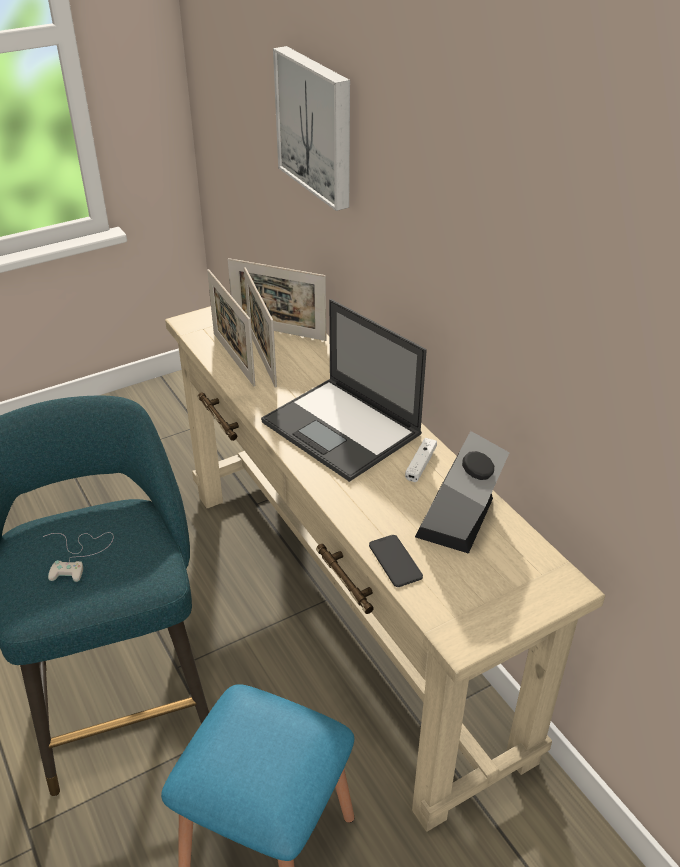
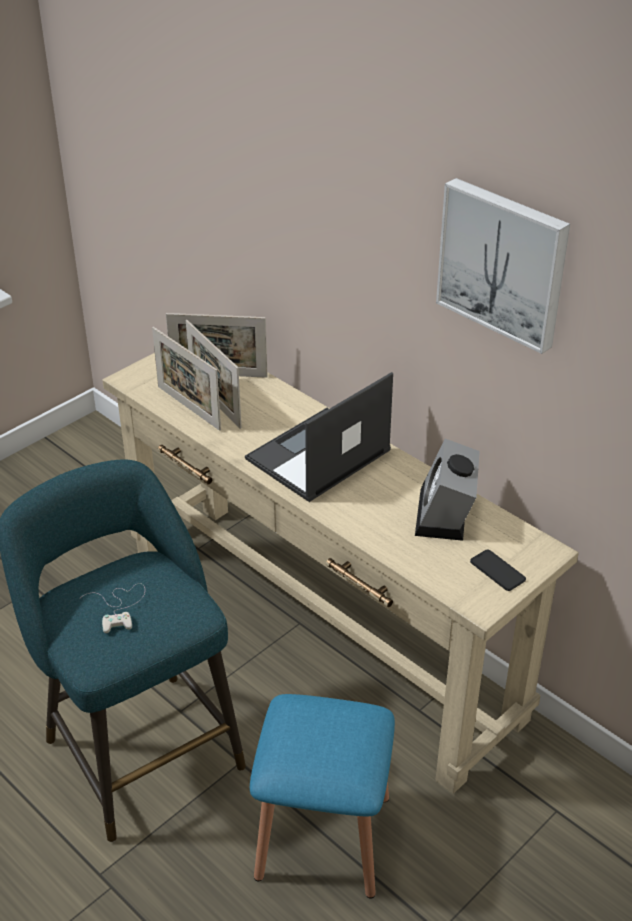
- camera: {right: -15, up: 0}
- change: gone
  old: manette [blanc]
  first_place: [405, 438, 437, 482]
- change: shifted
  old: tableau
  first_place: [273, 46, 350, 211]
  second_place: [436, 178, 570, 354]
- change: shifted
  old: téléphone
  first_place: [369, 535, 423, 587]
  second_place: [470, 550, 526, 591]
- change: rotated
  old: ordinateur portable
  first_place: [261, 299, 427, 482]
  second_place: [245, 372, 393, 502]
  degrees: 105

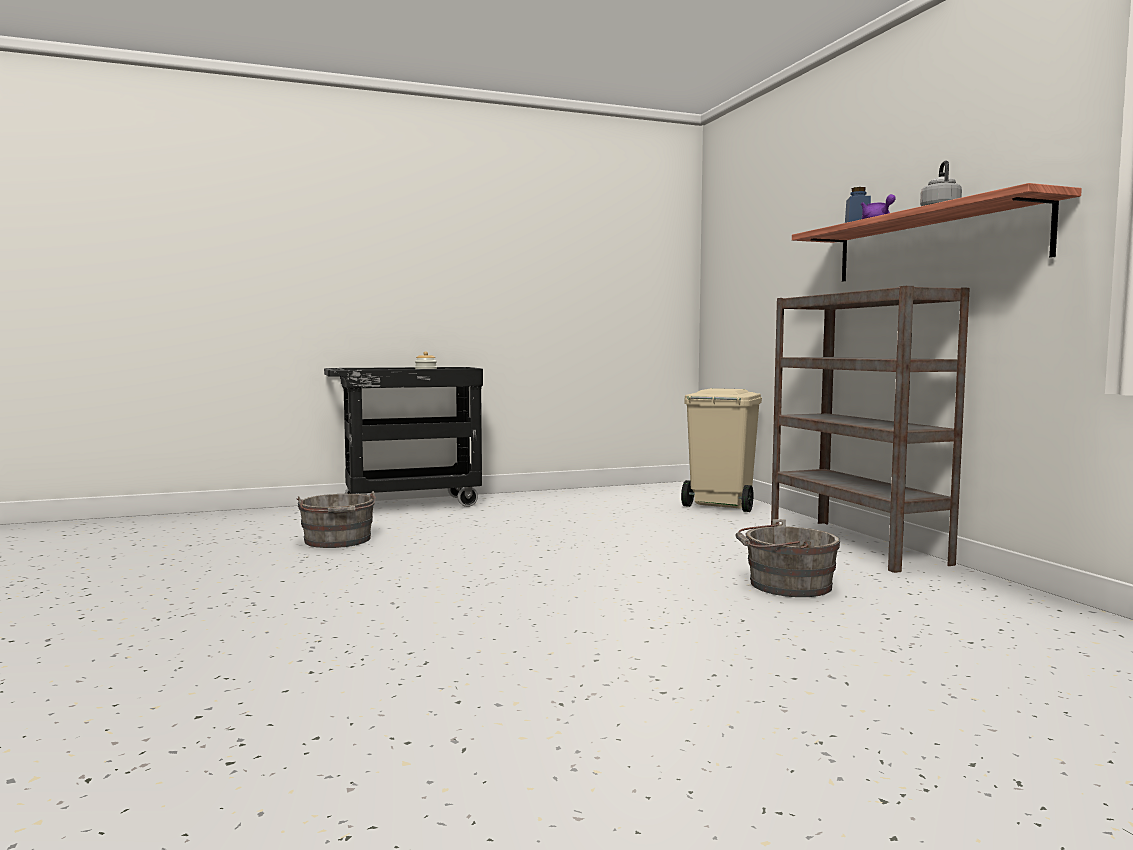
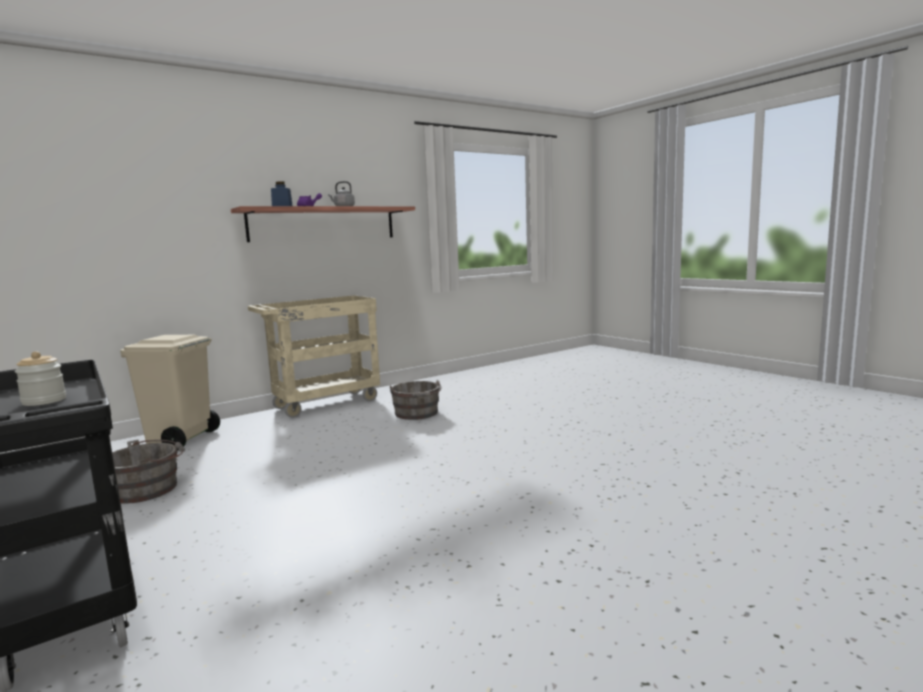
- camera: {right: -105, up: 5}
- change: shifted
  old: seau [gris]
  first_place: [297, 491, 376, 548]
  second_place: [112, 440, 185, 504]
- change: swapped
  old: bibliothèque [gris]
  new: chariot [beige]
  first_place: [771, 286, 970, 573]
  second_place: [248, 296, 380, 418]

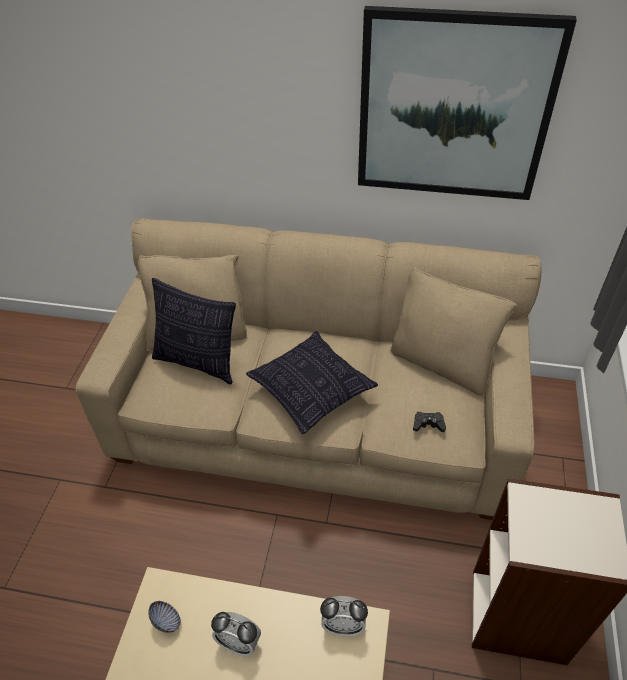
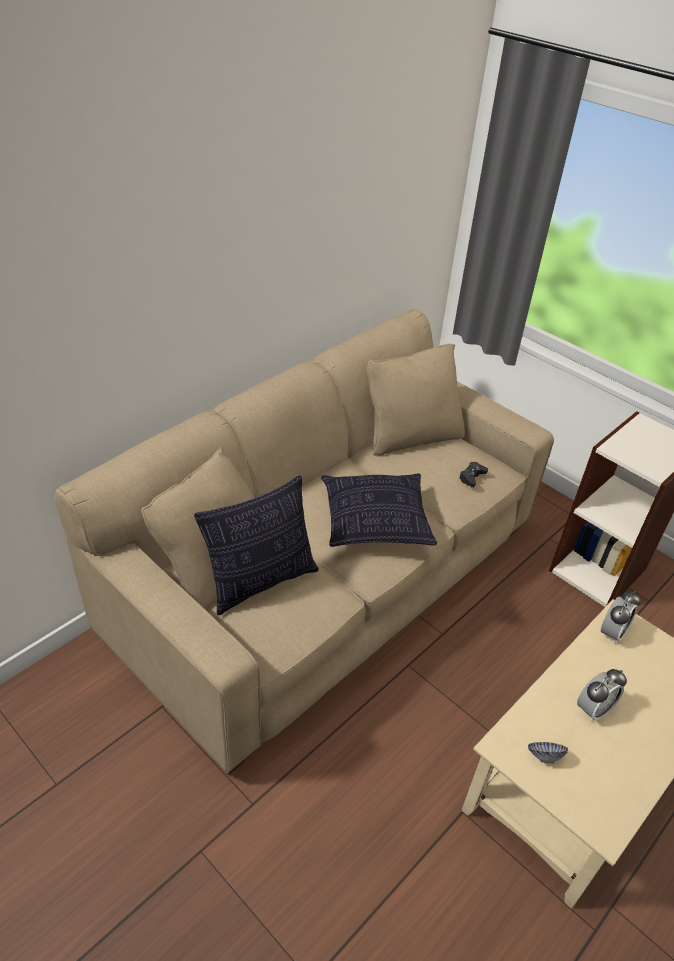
- camera: {right: -60, up: -5}
- change: gone
  old: tableau
  first_place: [358, 6, 577, 200]

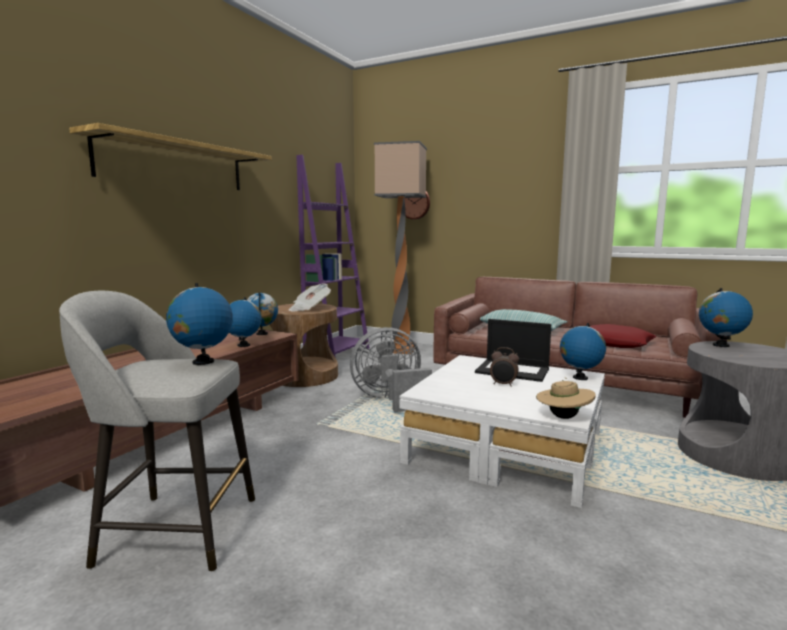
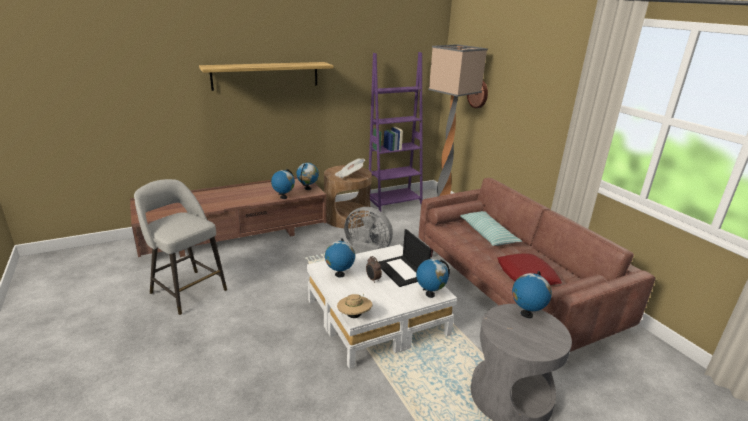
- camera: {right: 35, up: 15}
- change: shifted
  old: globe
  first_place: [166, 283, 233, 365]
  second_place: [325, 238, 355, 277]

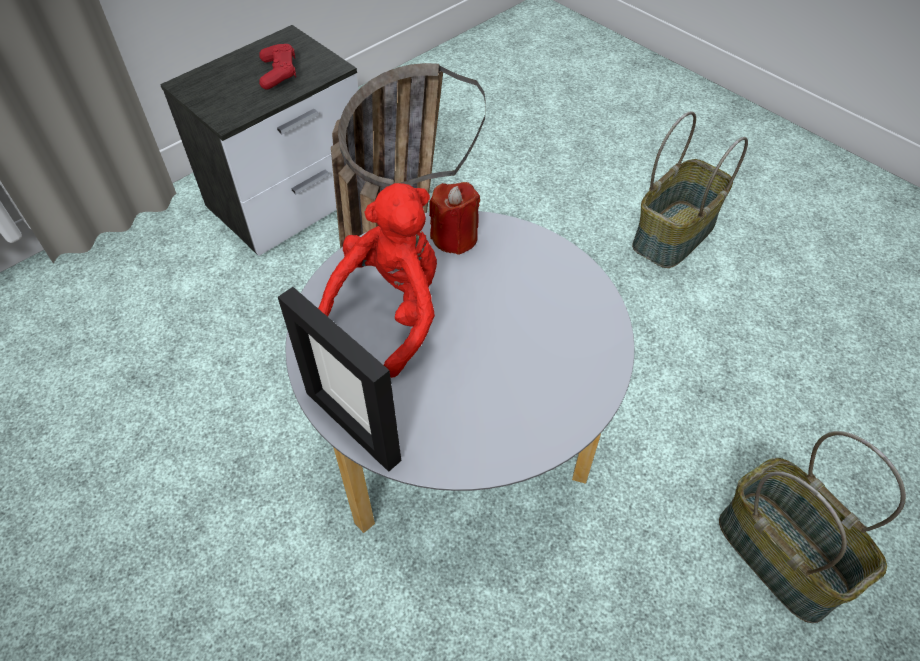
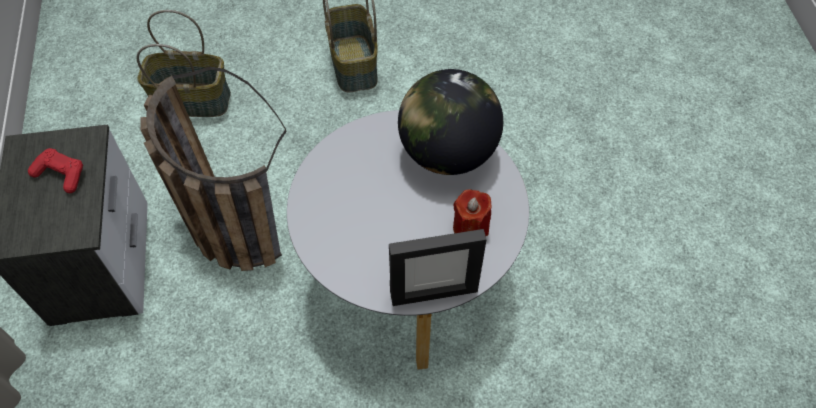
- camera: {right: -55, up: 5}
- change: gone
  old: peluche [rouge]
  first_place: [318, 183, 437, 378]
- change: new
  new: globe
  second_place: [398, 69, 503, 175]
- change: shifted
  old: bougie [rouge]
  first_place: [429, 182, 480, 255]
  second_place: [453, 189, 492, 236]
- change: shifted
  old: panier
  first_place: [719, 431, 906, 623]
  second_place: [137, 10, 231, 117]

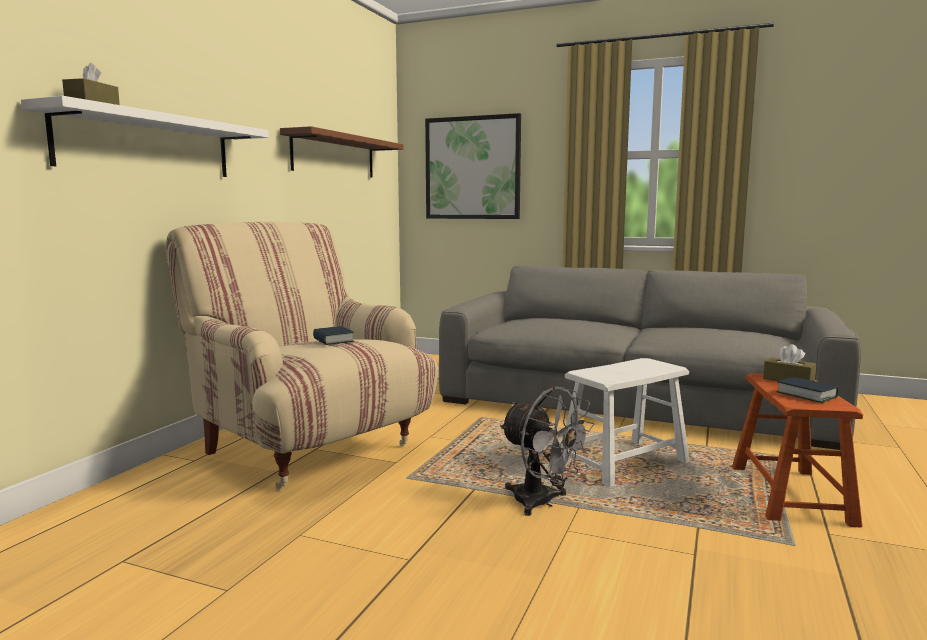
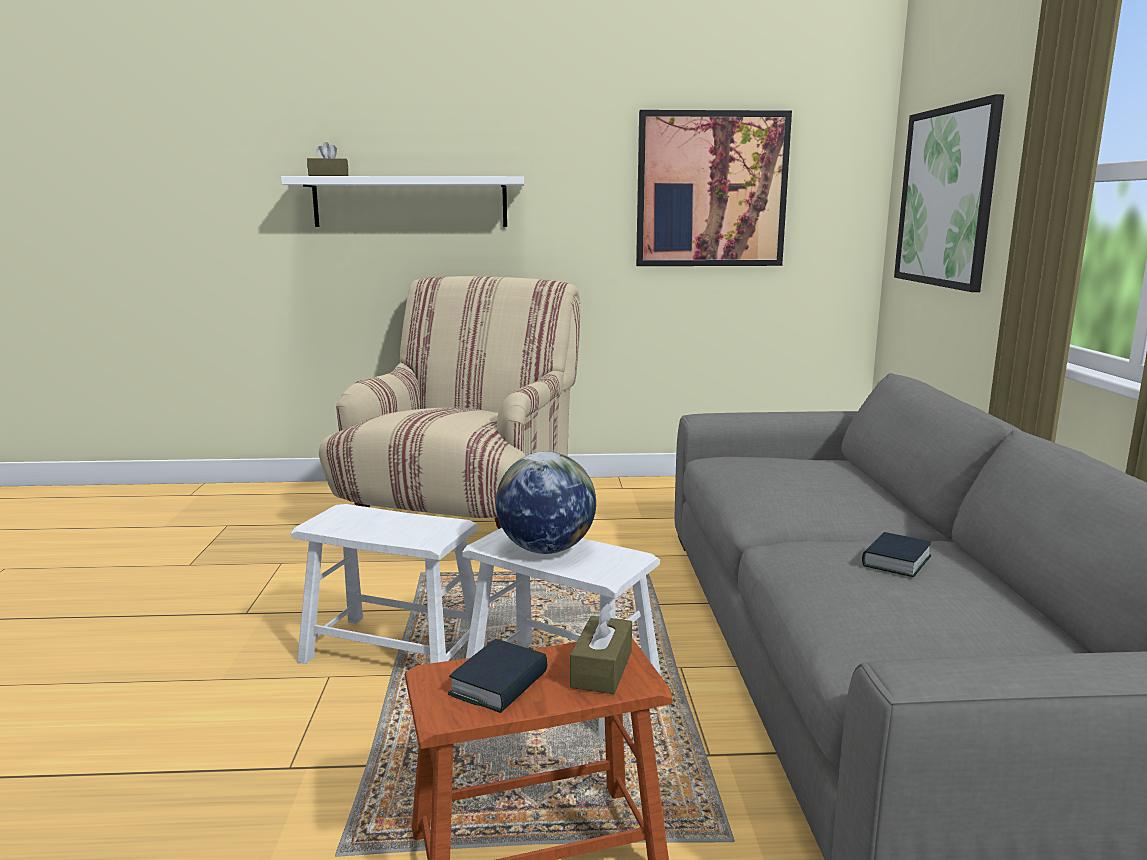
- camera: {right: 65, up: 5}
- change: new
  new: globe
  second_place: [496, 452, 596, 554]
- change: shifted
  old: livre
  first_place: [313, 326, 354, 345]
  second_place: [862, 532, 931, 577]
- change: swapped
  old: étagère [marron]
  new: tableau
  first_place: [280, 126, 403, 177]
  second_place: [636, 110, 792, 266]
- change: swapped
  old: ventilateur [gris]
  new: tabouret [blanc]
  first_place: [500, 386, 595, 516]
  second_place: [291, 504, 487, 664]

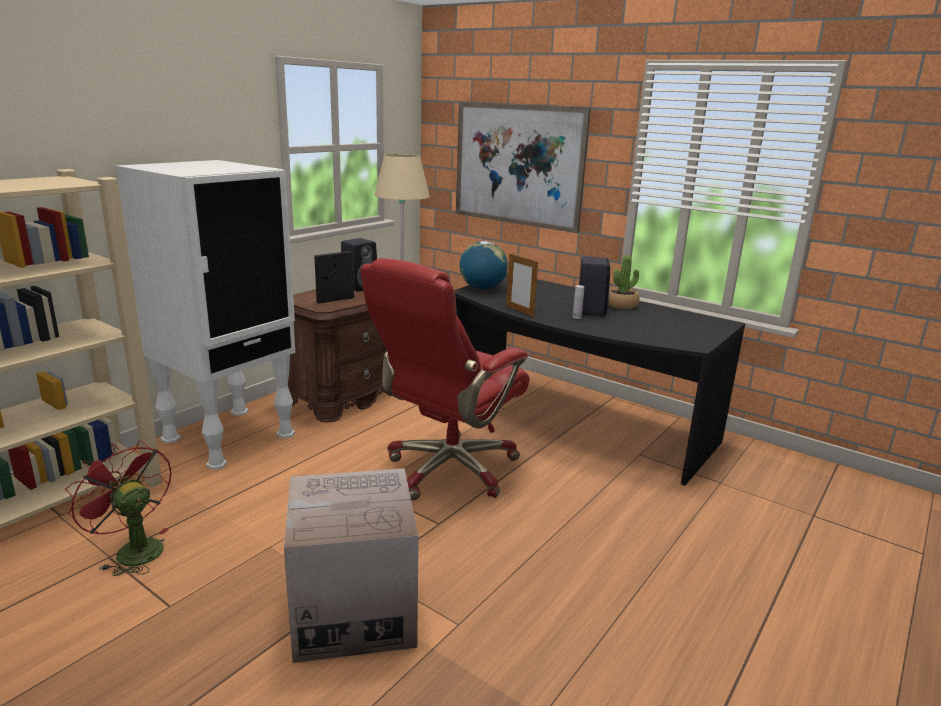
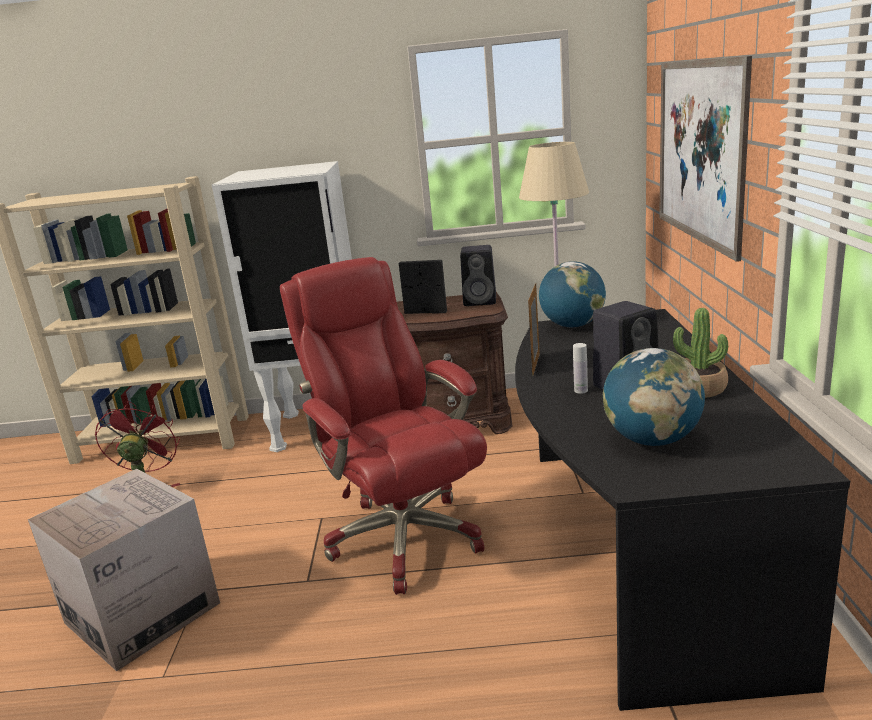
- camera: {right: 55, up: 0}
- change: new
  new: globe
  second_place: [603, 348, 705, 446]
- change: rotated
  old: chaise de bureau [rouge]
  first_place: [361, 258, 529, 500]
  second_place: [280, 257, 487, 595]
  degrees: 60

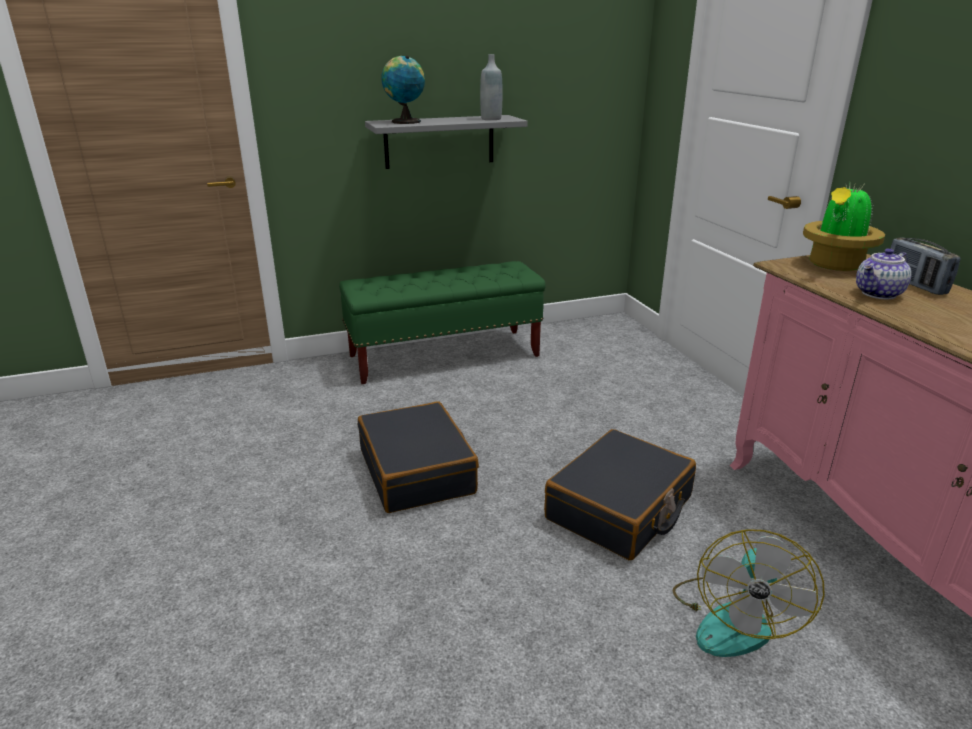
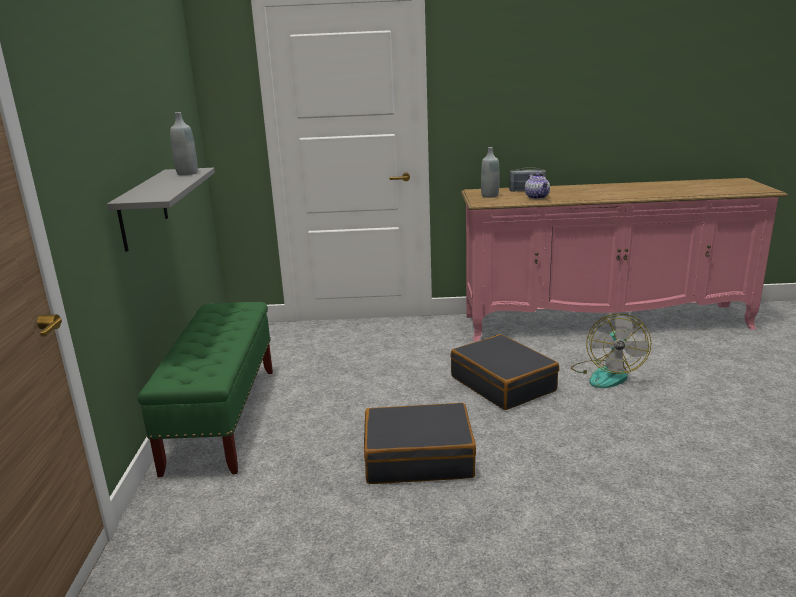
- camera: {right: -70, up: -5}
- change: gone
  old: globe
  first_place: [381, 56, 425, 124]
- change: swapped
  old: plante en pot
  new: bouteille [gris]
  first_place: [803, 182, 885, 271]
  second_place: [481, 147, 500, 198]
- change: rotated
  old: ventilateur
  first_place: [673, 529, 825, 657]
  second_place: [571, 313, 651, 388]
  degrees: 60

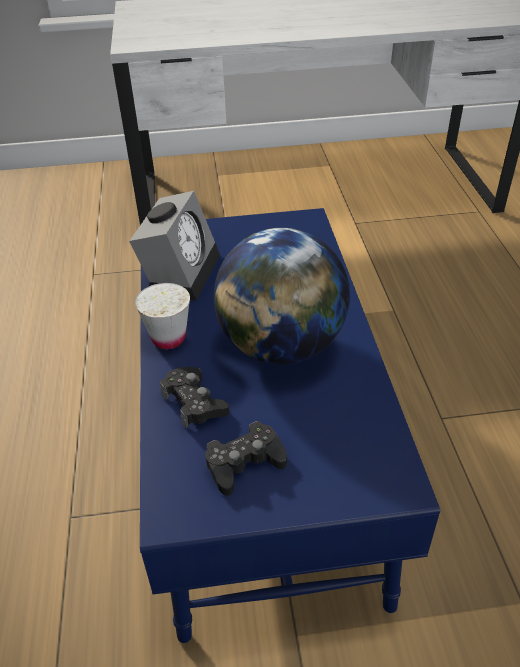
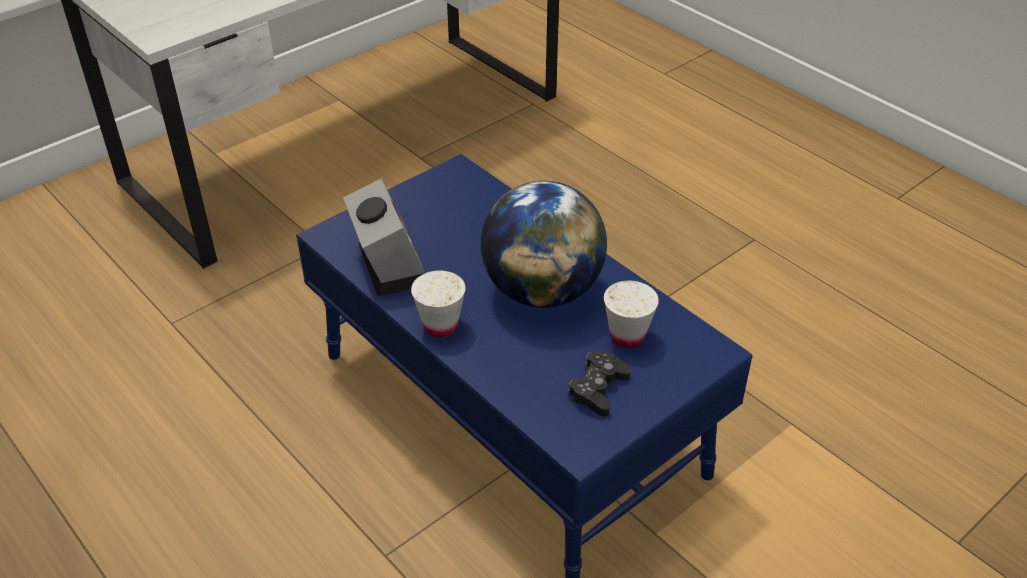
- camera: {right: -35, up: 0}
- change: gone
  old: manette [noir]
  first_place: [160, 367, 229, 428]
- change: new
  new: tasse [blanc]
  second_place: [604, 281, 659, 348]

